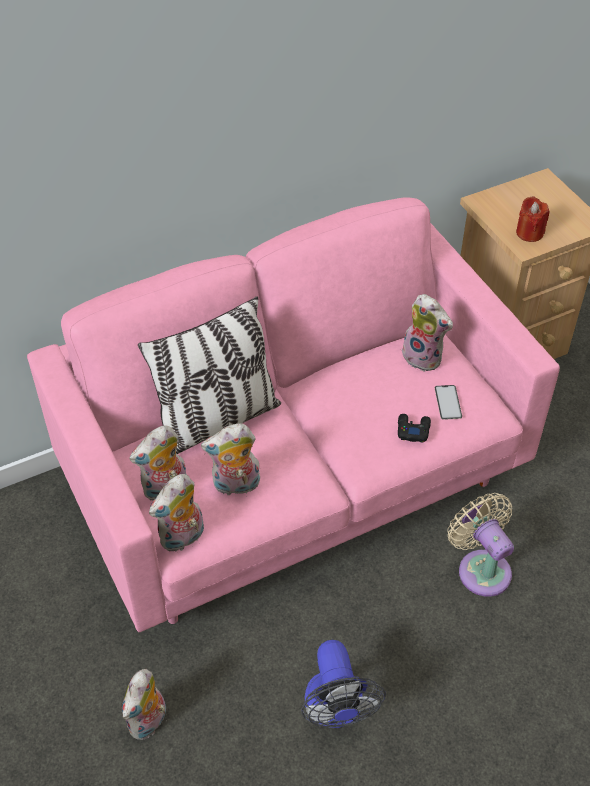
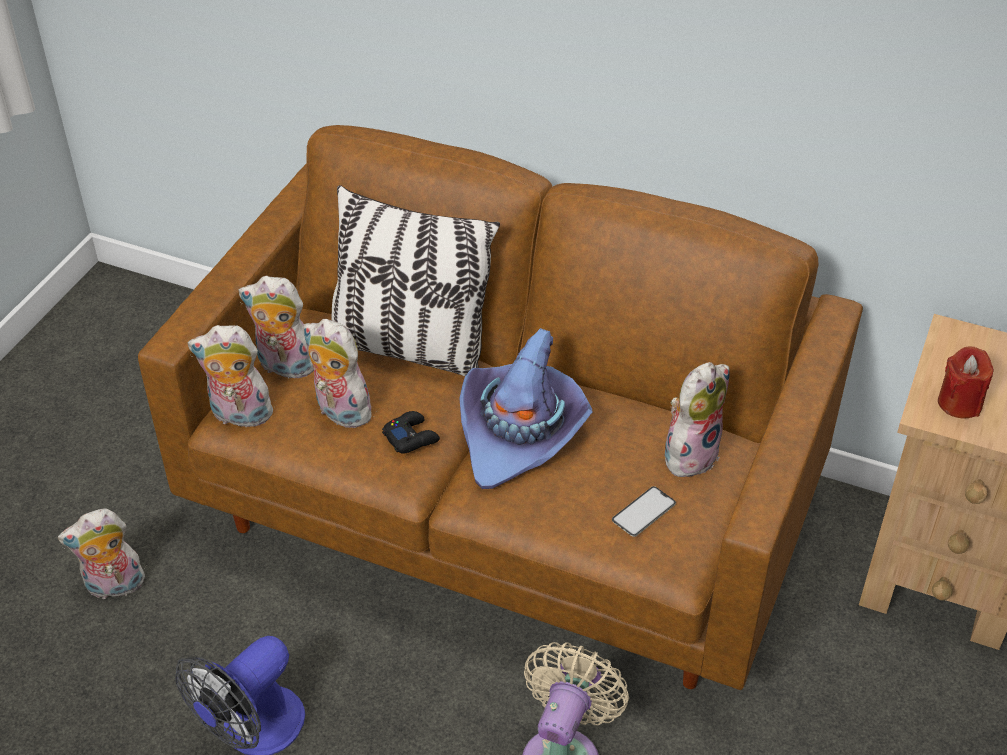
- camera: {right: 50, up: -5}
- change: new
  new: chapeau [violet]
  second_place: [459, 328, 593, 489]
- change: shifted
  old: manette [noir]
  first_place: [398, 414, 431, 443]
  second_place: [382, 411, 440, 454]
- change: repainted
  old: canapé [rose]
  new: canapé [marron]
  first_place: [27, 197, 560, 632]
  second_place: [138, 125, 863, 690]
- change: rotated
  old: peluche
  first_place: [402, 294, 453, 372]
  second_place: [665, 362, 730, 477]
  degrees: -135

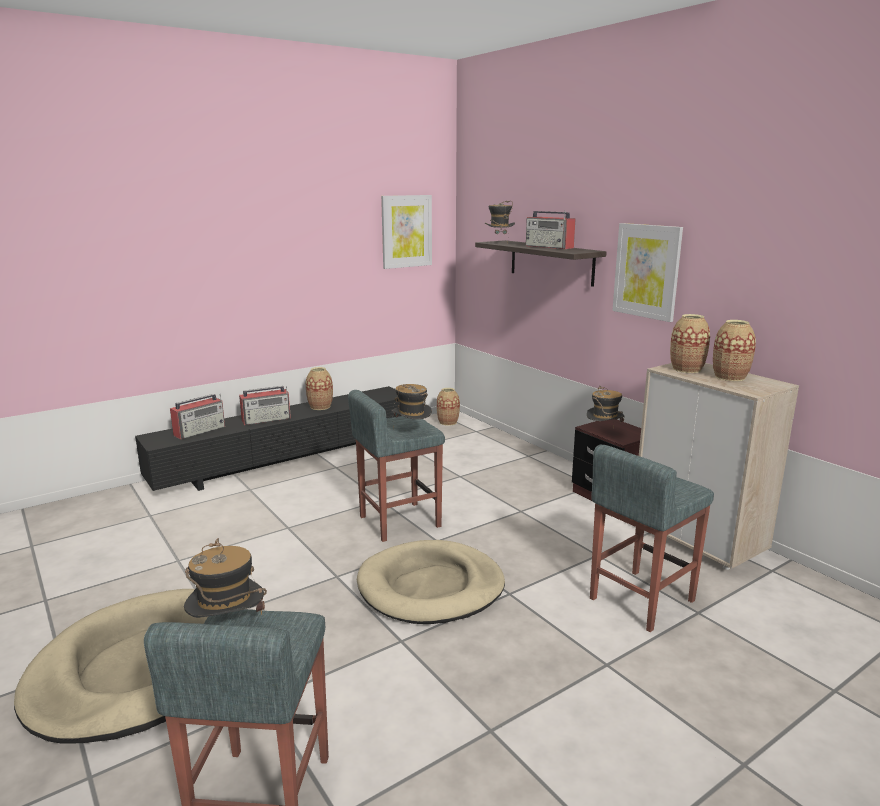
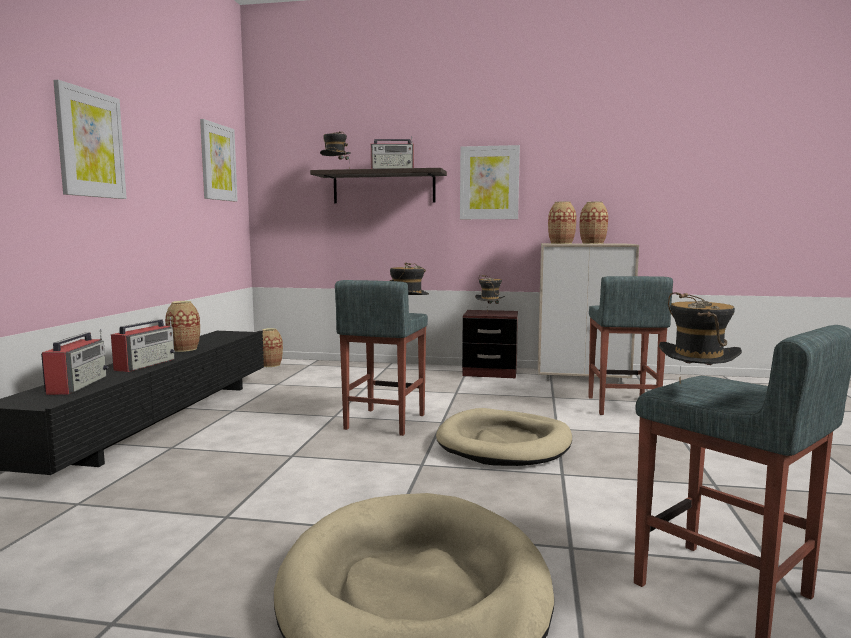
- camera: {right: -45, up: -10}
- change: new
  new: tableau
  second_place: [53, 80, 127, 199]

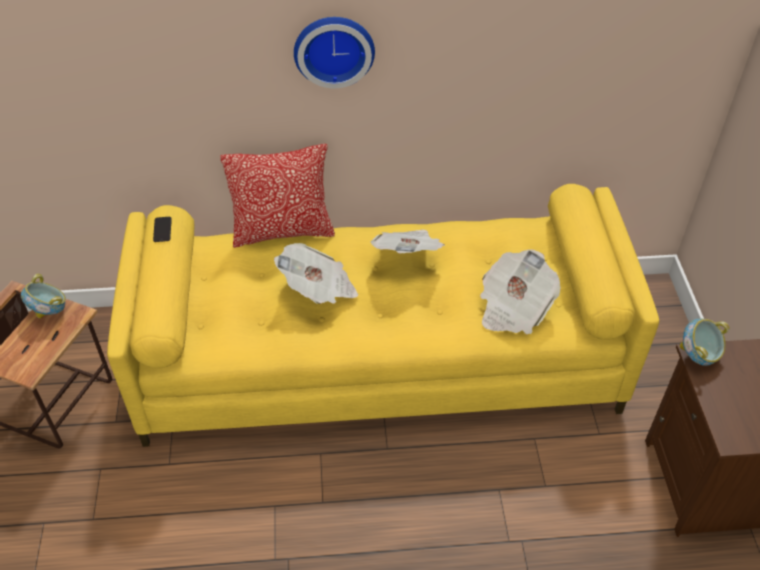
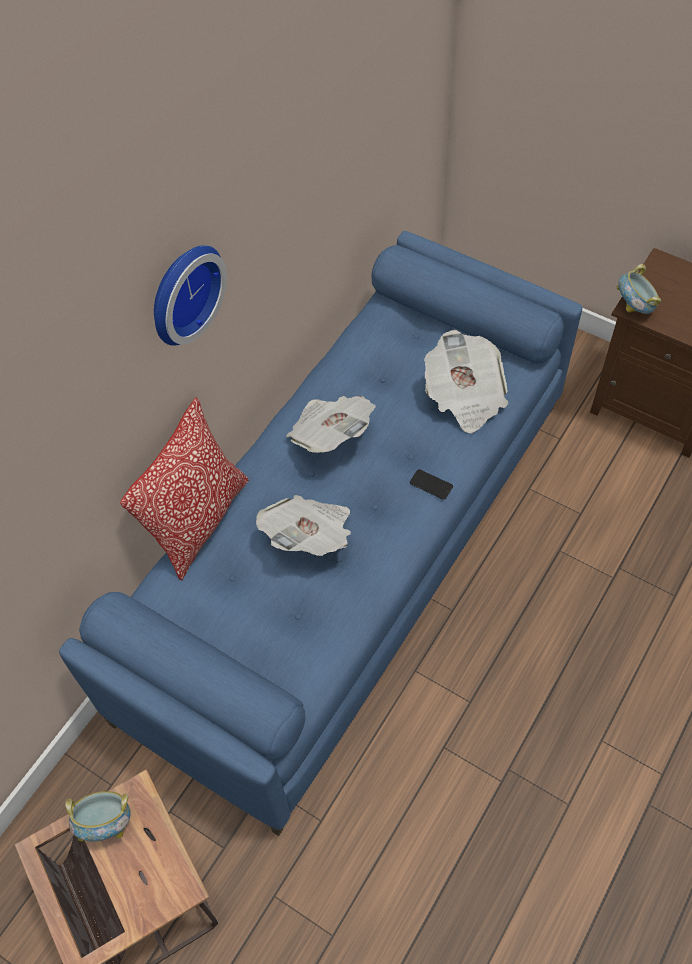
- camera: {right: -50, up: 10}
- change: shifted
  old: téléphone
  first_place: [153, 217, 172, 242]
  second_place: [410, 469, 453, 500]
- change: repainted
  old: canapé [jaune]
  new: canapé [bleu]
  first_place: [107, 184, 659, 447]
  second_place: [59, 231, 582, 836]

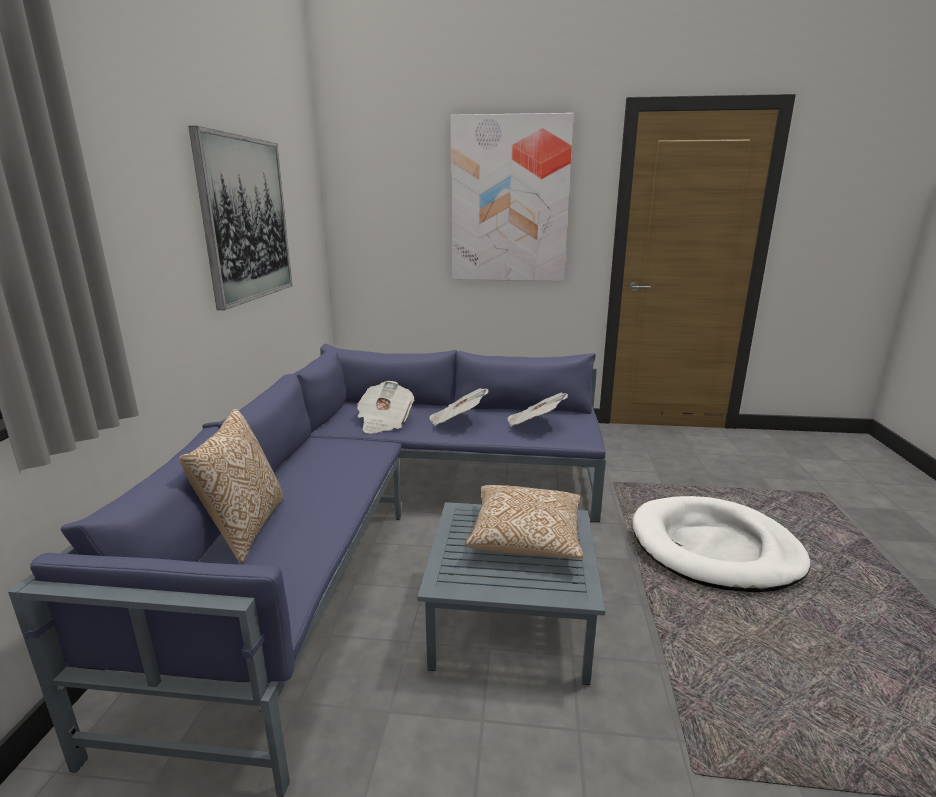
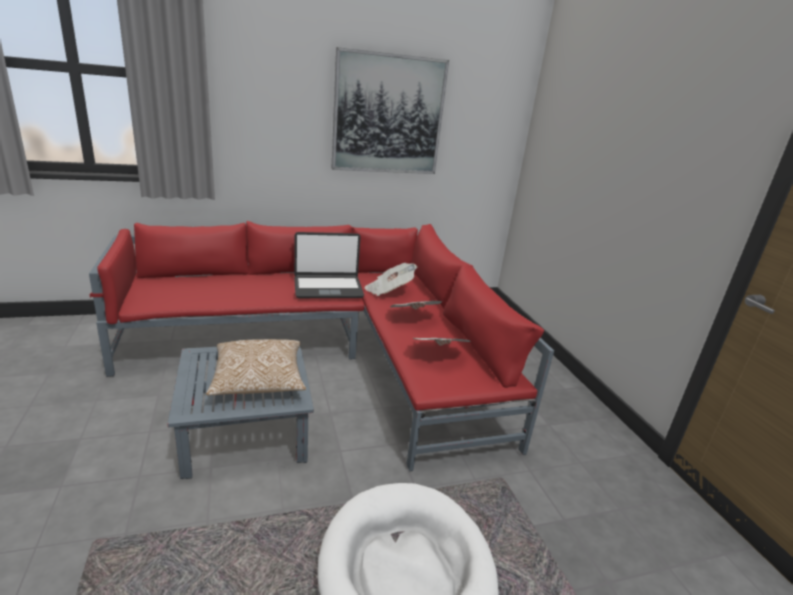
- camera: {right: 65, up: 5}
- change: gone
  old: coussin
  first_place: [179, 409, 284, 564]
- change: gone
  old: tableau
  first_place: [450, 113, 574, 281]
- change: new
  new: ordinateur portable
  second_place: [294, 232, 364, 298]
- change: repainted
  old: canapé [bleu]
  new: canapé [rouge]
  first_place: [8, 344, 606, 797]
  second_place: [89, 221, 554, 479]

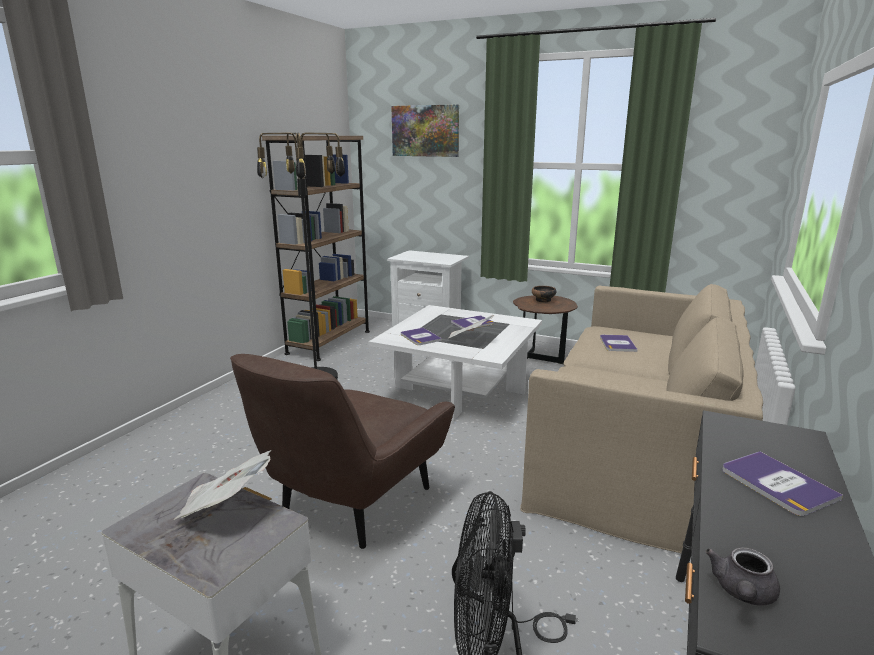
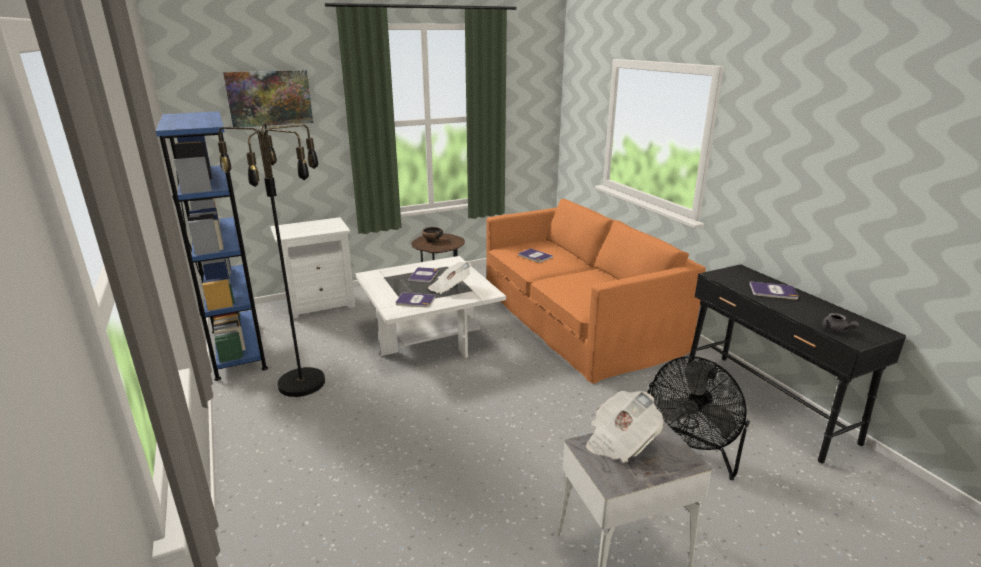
- camera: {right: -50, up: 5}
- change: gone
  old: fauteuil [marron]
  first_place: [230, 354, 455, 549]
- change: repainted
  old: bibliothèque [marron]
  new: bibliothèque [bleu]
  first_place: [262, 136, 370, 361]
  second_place: [156, 111, 268, 381]
- change: repainted
  old: canapé [beige]
  new: canapé [orange]
  first_place: [520, 284, 763, 553]
  second_place: [486, 199, 706, 383]

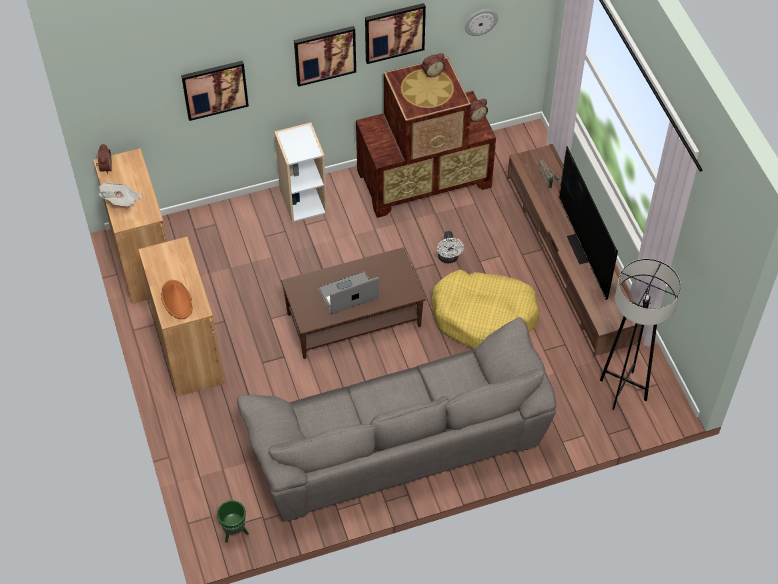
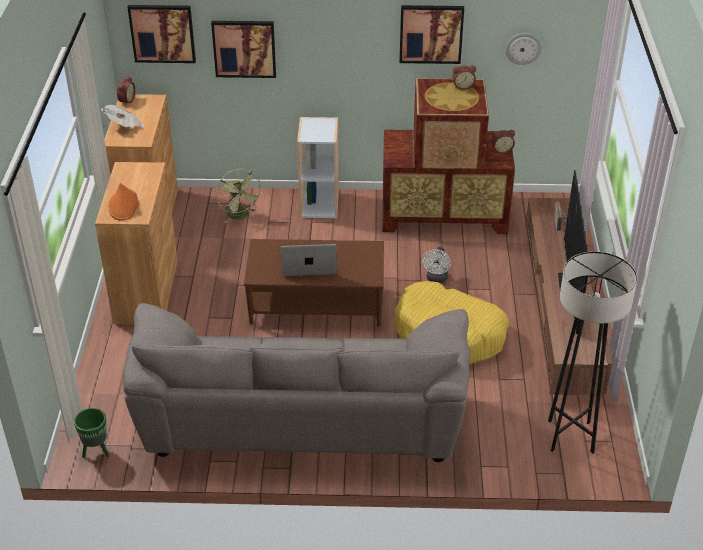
- camera: {right: 20, up: -15}
- change: new
  new: ventilateur [vert]
  second_place: [216, 169, 263, 223]
- change: shifted
  old: tableau
  first_place: [294, 26, 356, 87]
  second_place: [127, 5, 196, 63]

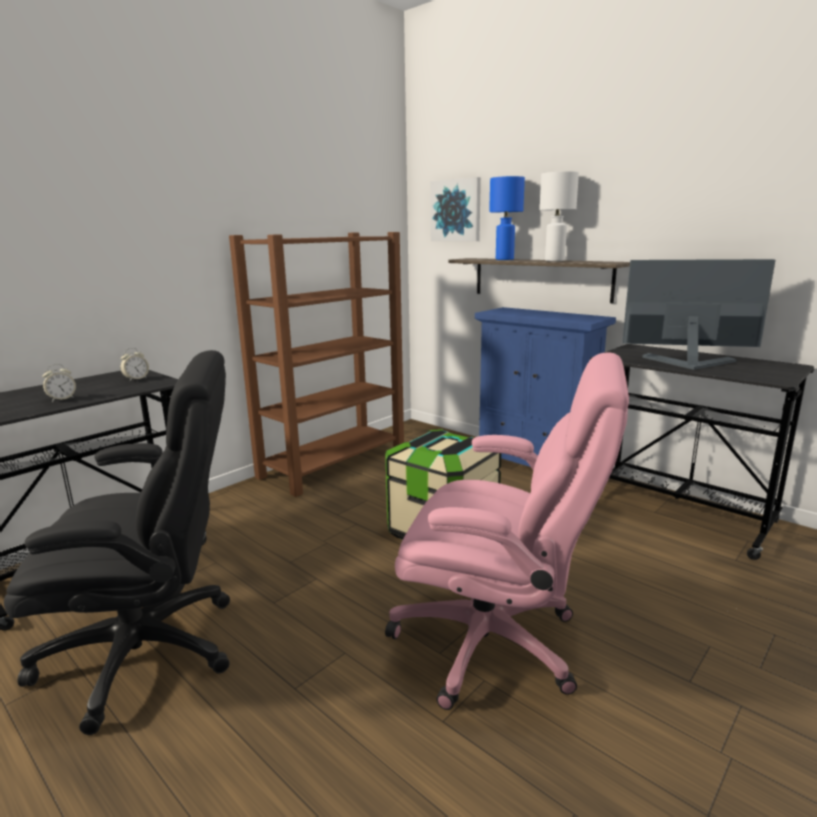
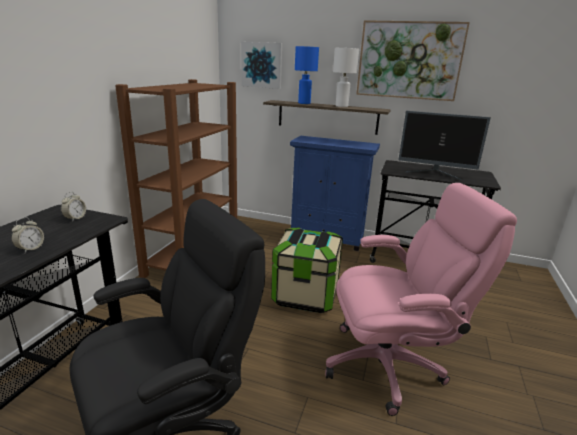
- camera: {right: -25, up: 5}
- change: new
  new: tableau
  second_place: [356, 20, 470, 101]
- change: rotated
  old: écran d'ordinateur
  first_place: [622, 259, 775, 370]
  second_place: [399, 111, 490, 180]
  degrees: -150

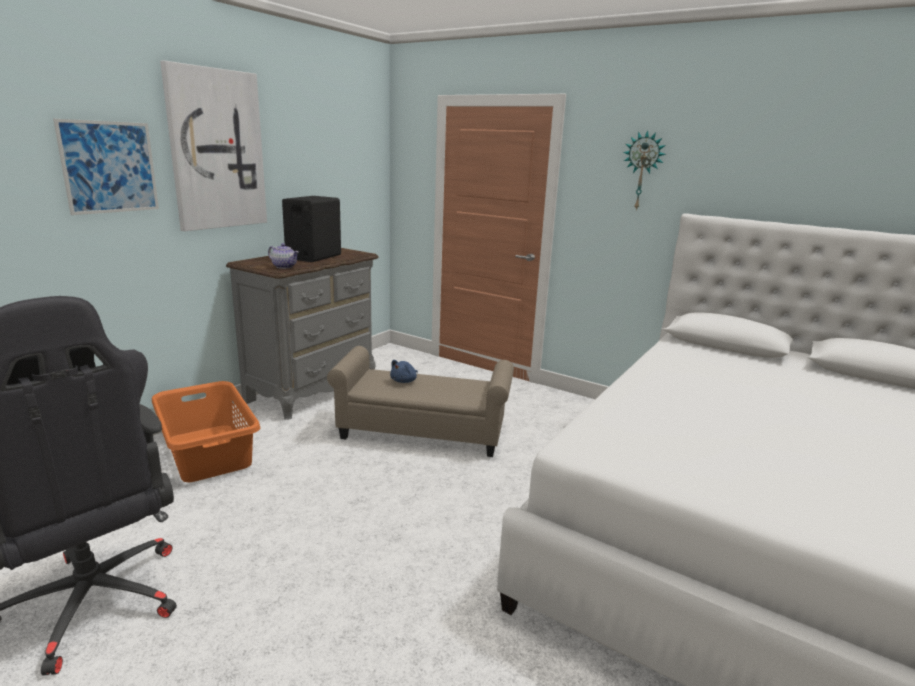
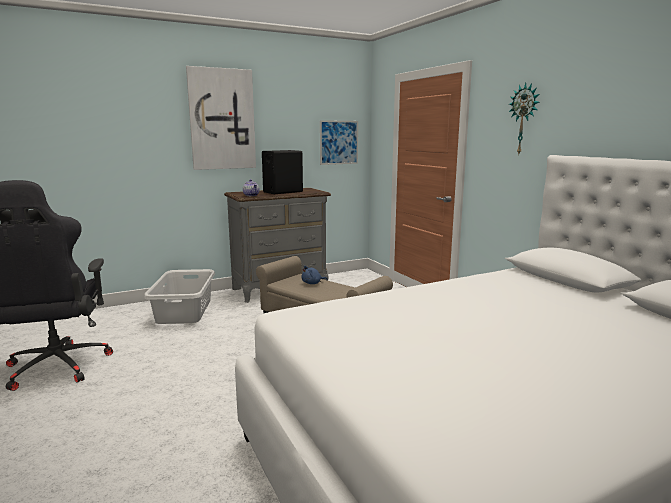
- camera: {right: 30, up: -5}
- change: shifted
  old: tableau
  first_place: [53, 119, 159, 215]
  second_place: [320, 120, 358, 165]
- change: repainted
  old: panier à linge [orange]
  new: panier à linge [gris]
  first_place: [152, 381, 260, 482]
  second_place: [144, 269, 215, 324]

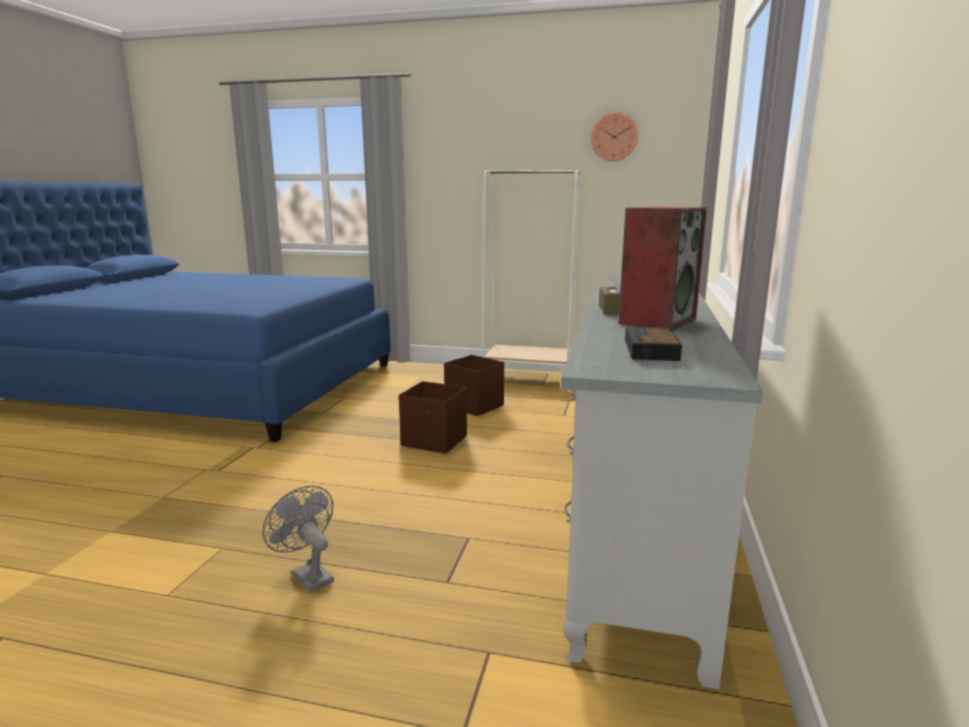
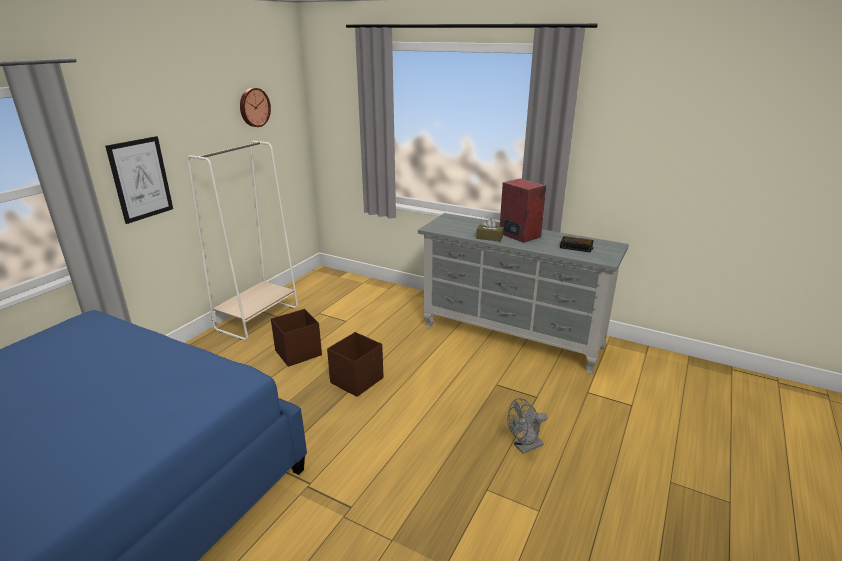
- camera: {right: -75, up: 10}
- change: new
  new: tableau
  second_place: [105, 136, 173, 224]

